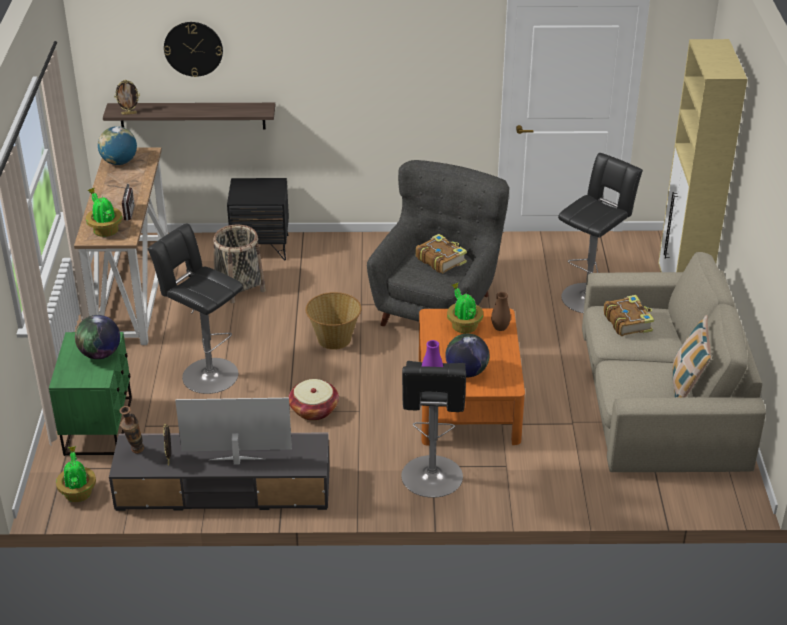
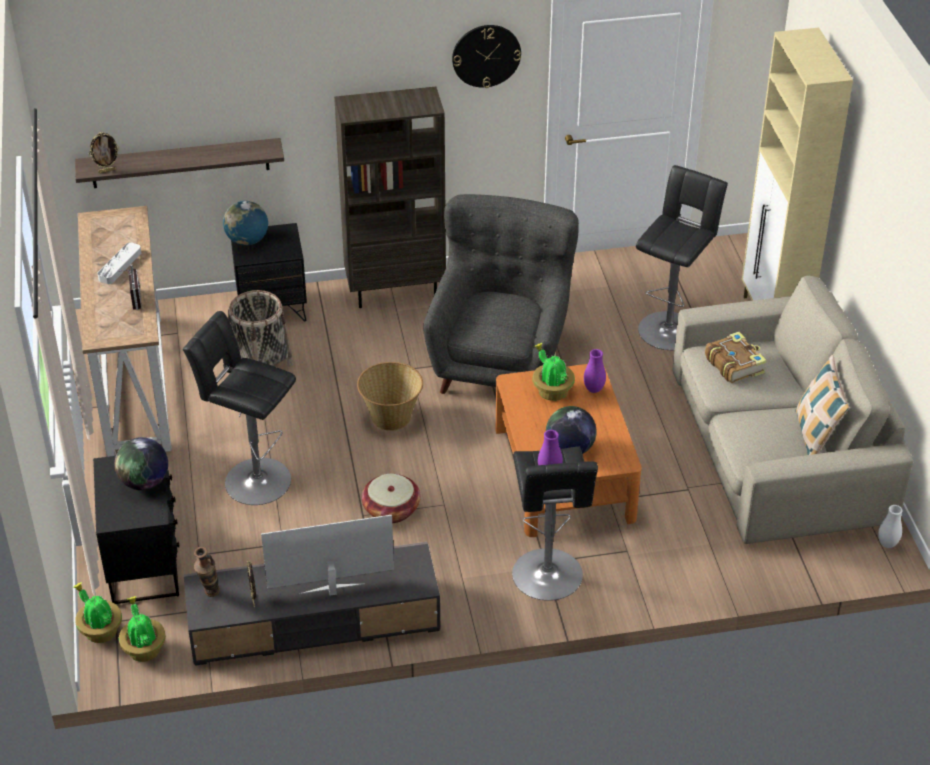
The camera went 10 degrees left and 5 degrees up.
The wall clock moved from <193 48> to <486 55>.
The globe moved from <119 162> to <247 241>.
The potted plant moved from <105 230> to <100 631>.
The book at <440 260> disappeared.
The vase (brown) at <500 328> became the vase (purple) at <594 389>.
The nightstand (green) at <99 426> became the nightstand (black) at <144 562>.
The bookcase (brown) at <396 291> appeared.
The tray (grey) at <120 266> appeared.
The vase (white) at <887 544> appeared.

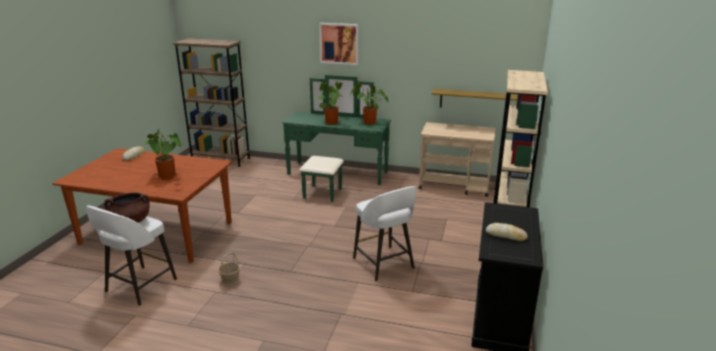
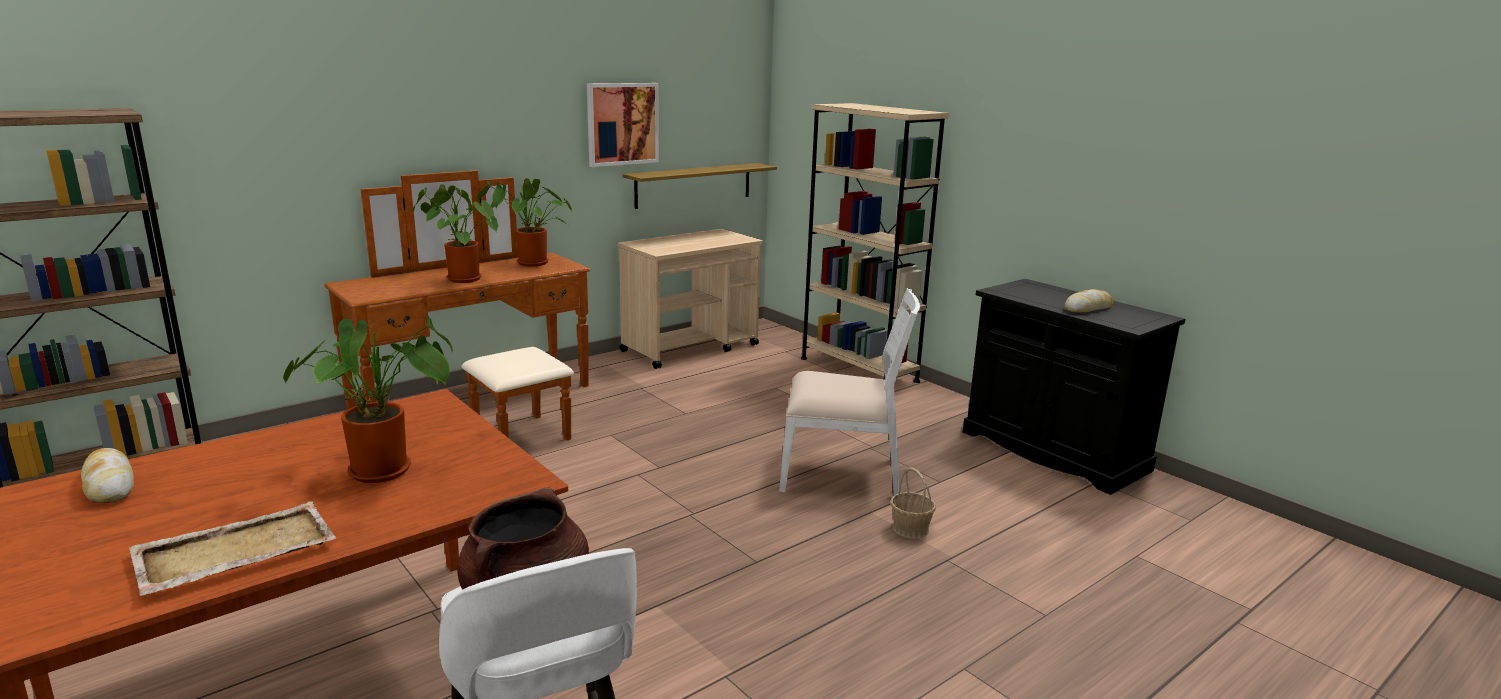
The camera went 55 degrees left and 5 degrees down.
The picture moved from <339 43> to <622 124>.
The dresser (green) at <334 177> became the dresser (brown) at <484 406>.
The stool (white) at <384 264> was replaced by the chair (white) at <841 473>.
The basket moved from <230 280> to <910 529>.
The tray (beige) at <233 552> appeared.

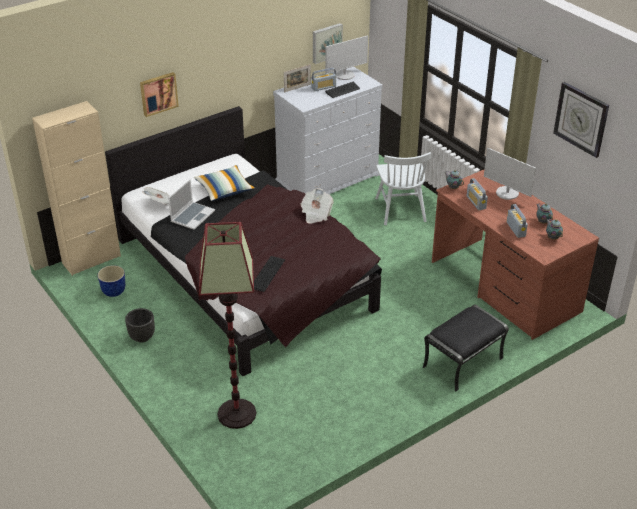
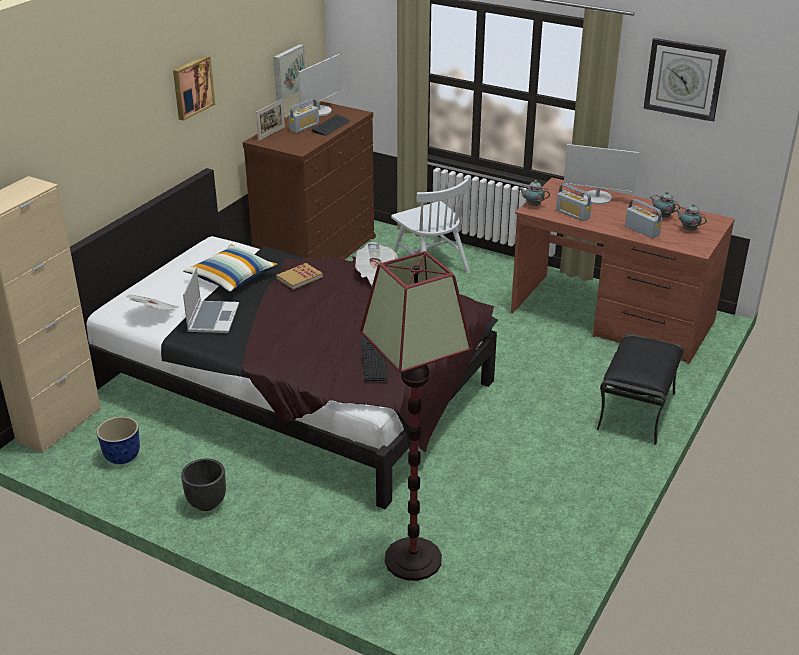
The camera went 25 degrees left and 5 degrees down.
The dresser (white) at <327 178> became the dresser (brown) at <315 254>.
The picture moved from <158 93> to <192 87>.
The book at <299 278> appeared.

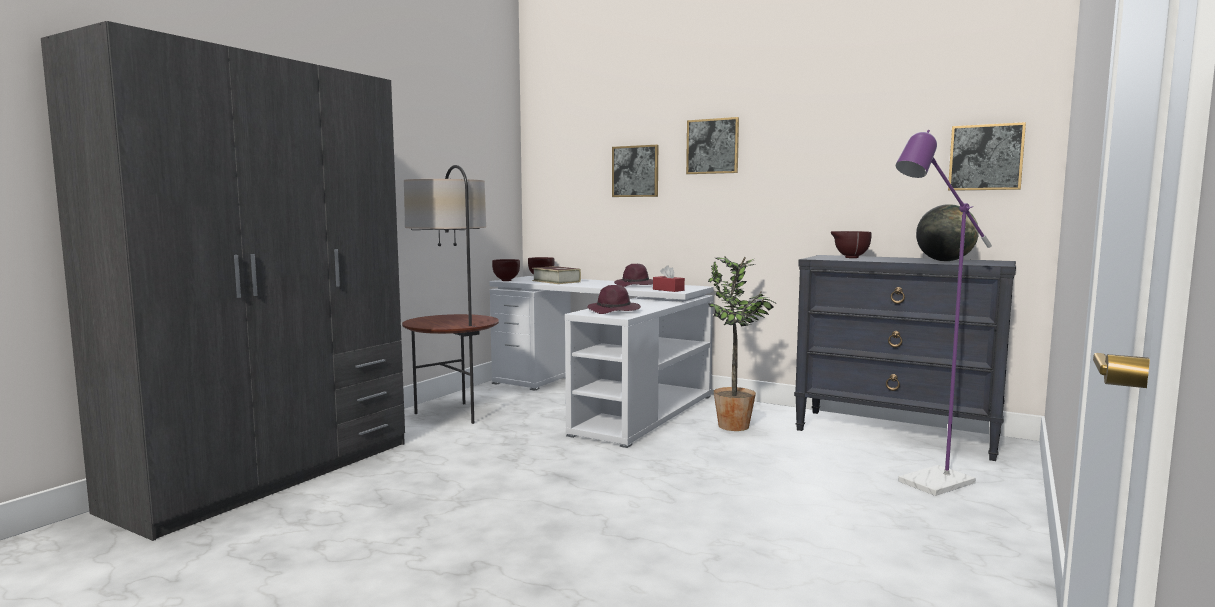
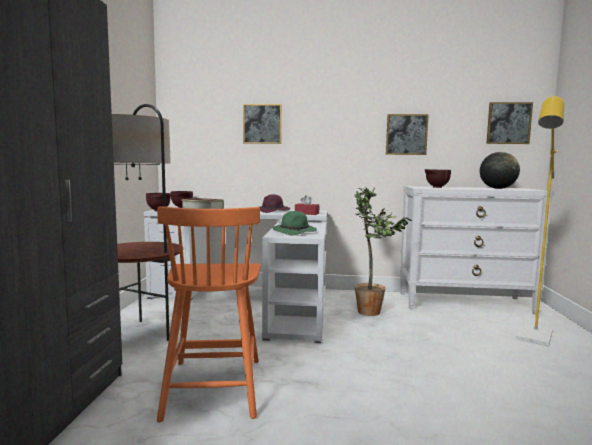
The camera went 25 degrees left and 0 degrees up.
The picture moved from <712 146> to <406 134>.
The floor lamp (purple) at <928 485> became the floor lamp (yellow) at <533 338>.
The dresser (black) at <896 434> became the dresser (white) at <465 303>.
The hat (purple) at <614 311> became the hat (green) at <295 232>.
The chair (orange) at <213 386> appeared.

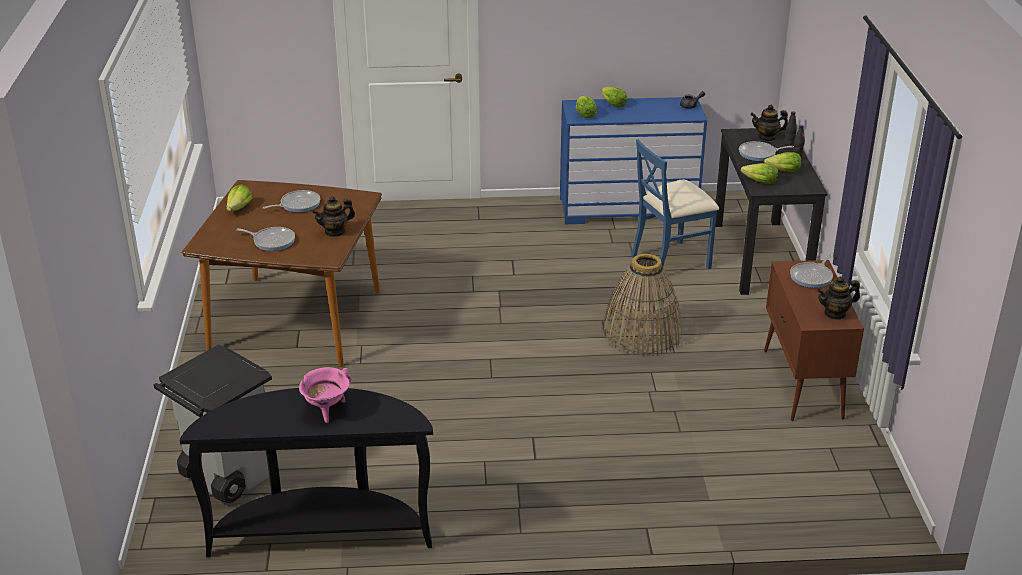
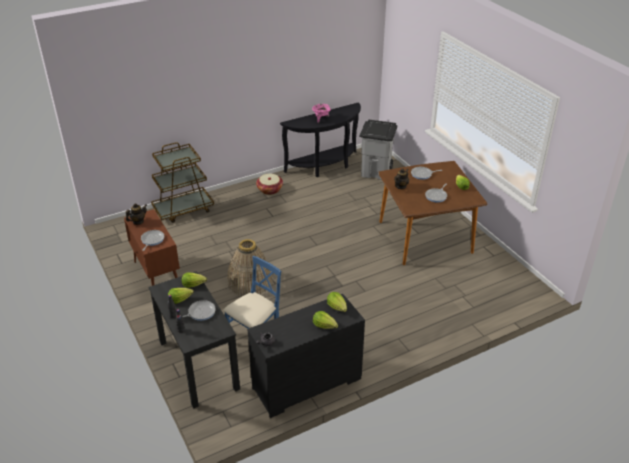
The camera went 155 degrees right and 5 degrees up.
The dresser (blue) at <628 208> became the dresser (black) at <307 384>.
The teapot at <767 137> disappeared.
The cart (brown) at <183 209> appeared.
The basket at <269 189> appeared.

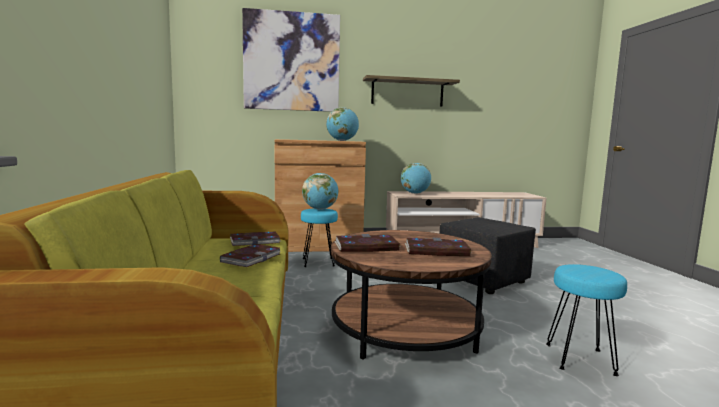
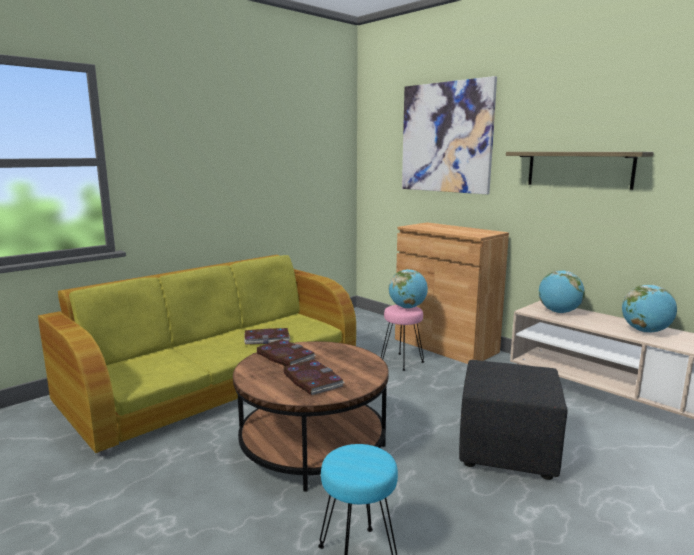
The camera went 55 degrees right and 5 degrees up.
The globe moved from <342 140> to <645 331>.
The stool (turquoise) at <318 262> became the stool (pink) at <402 362>.
The book at <255 241> disappeared.

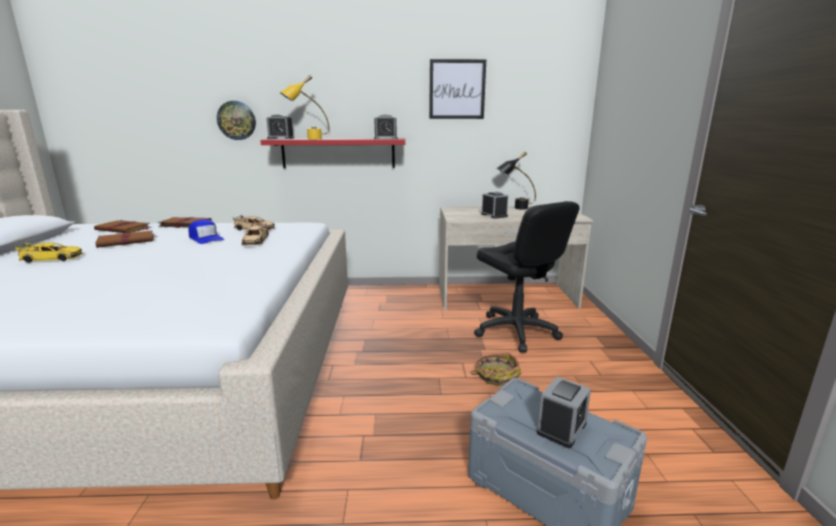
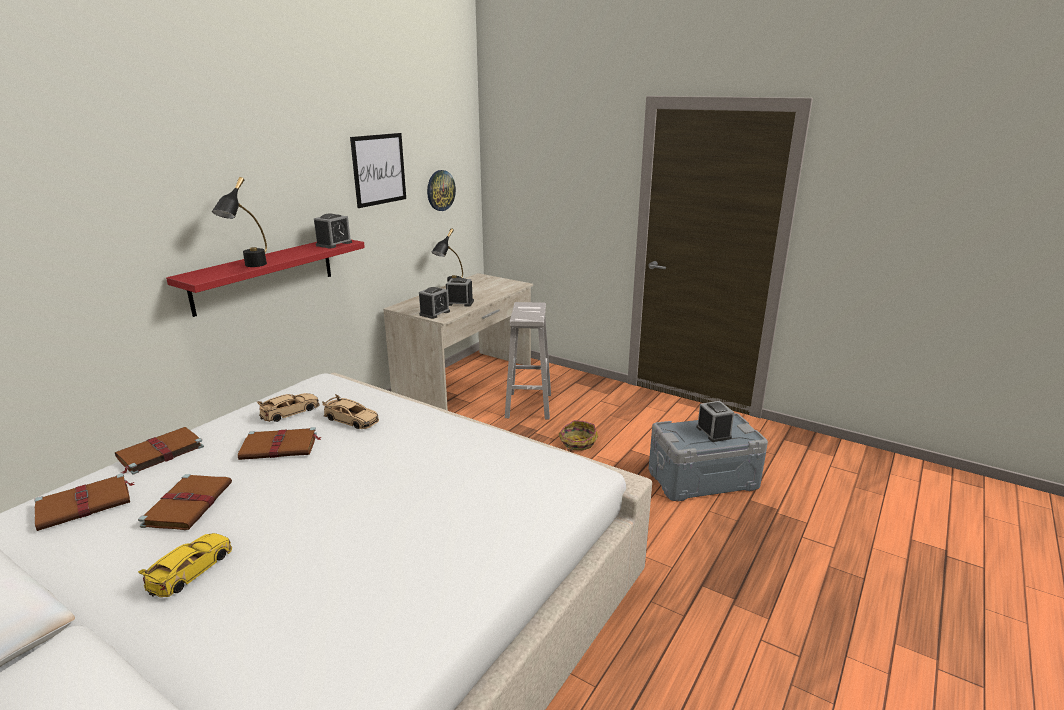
The camera went 55 degrees left and 5 degrees up.
The table lamp (yellow) at <307 139> became the table lamp (black) at <250 267>.
The wall clock moved from <236 120> to <440 190>.
The alarm clock moved from <281 138> to <434 313>.
The office chair (black) at <516 331> was replaced by the stool (white) at <528 406>.
The cap (blue) at <206 238> was replaced by the book (brown) at <280 446>.

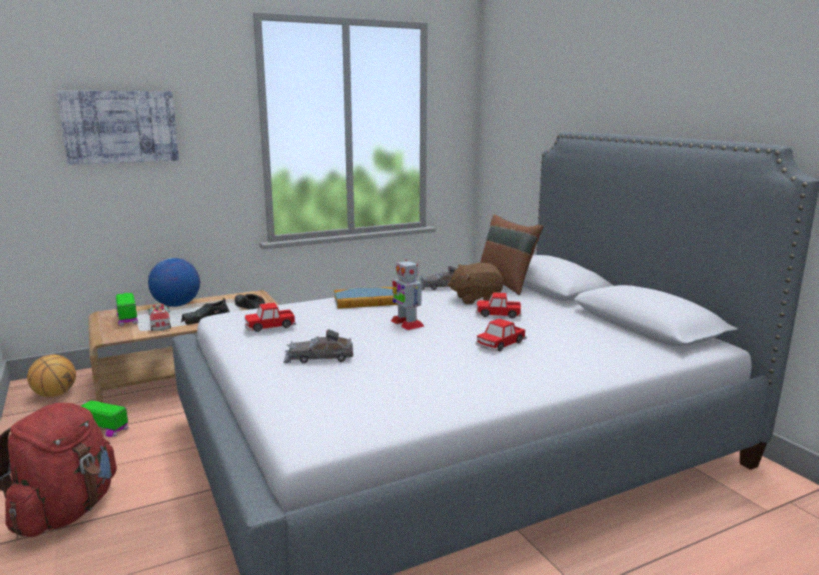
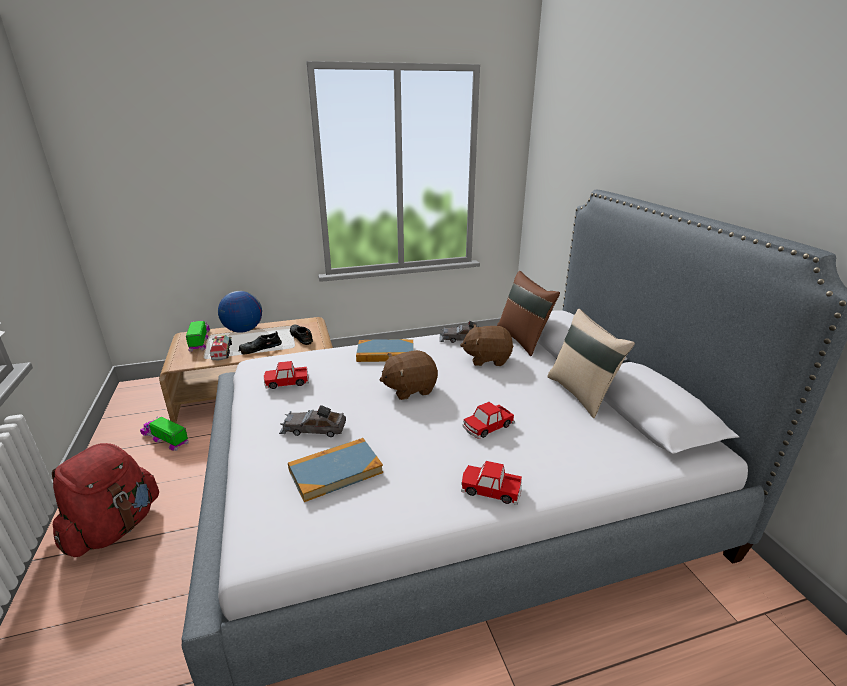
The camera went 10 degrees right and 10 degrees up.
The picture at <120 127> disappeared.
The toy robot at <406 323> was replaced by the plush toy (brown) at <409 389>.
The toy car moved from <498 314> to <490 490>.
The basketball at <55 395> disappeared.
The pillow (beige) at <581 394> appeared.
The book at <335 471> appeared.

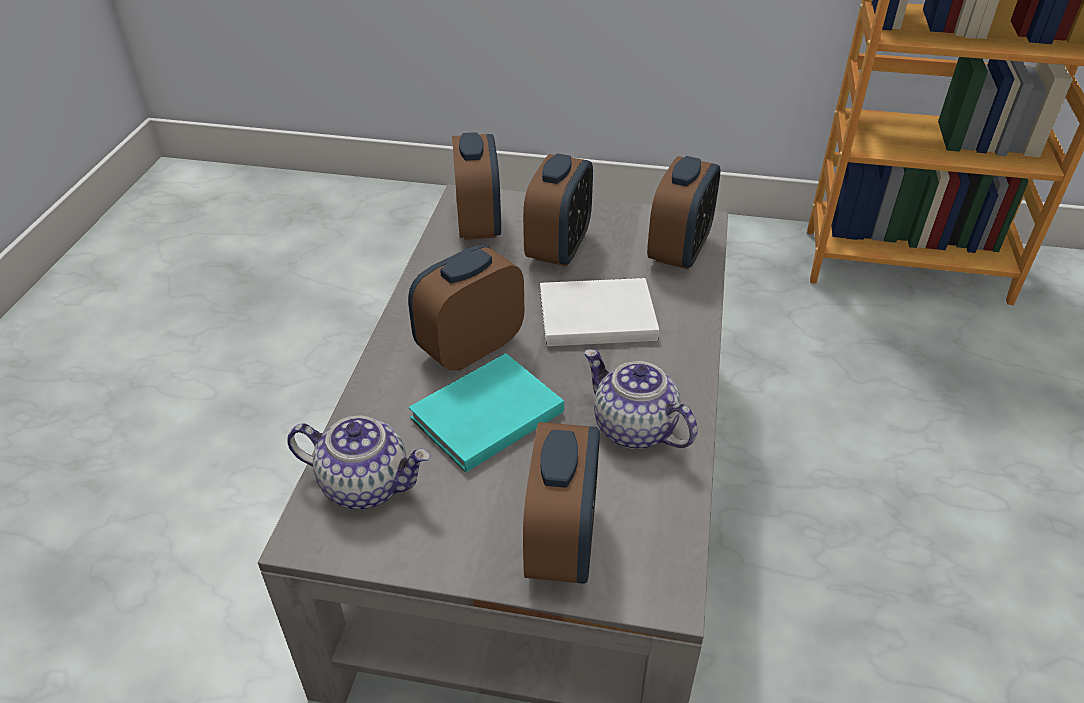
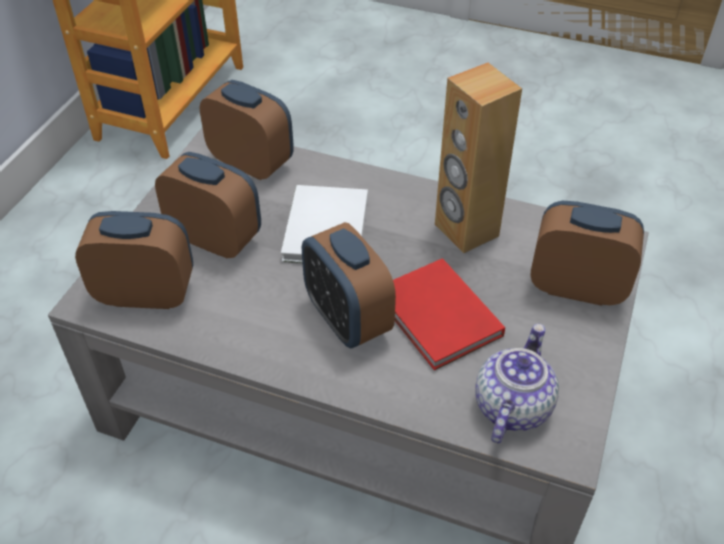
The camera went 80 degrees left and 5 degrees up.
The teapot at <633 428> was replaced by the speaker (brown) at <465 230>.
The book (turquoise) at <483 415> became the book (red) at <438 319>.

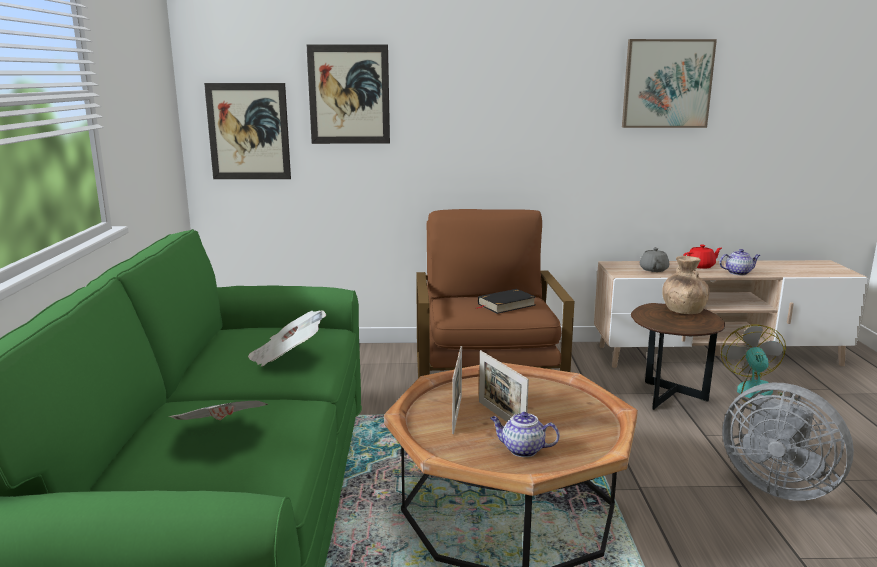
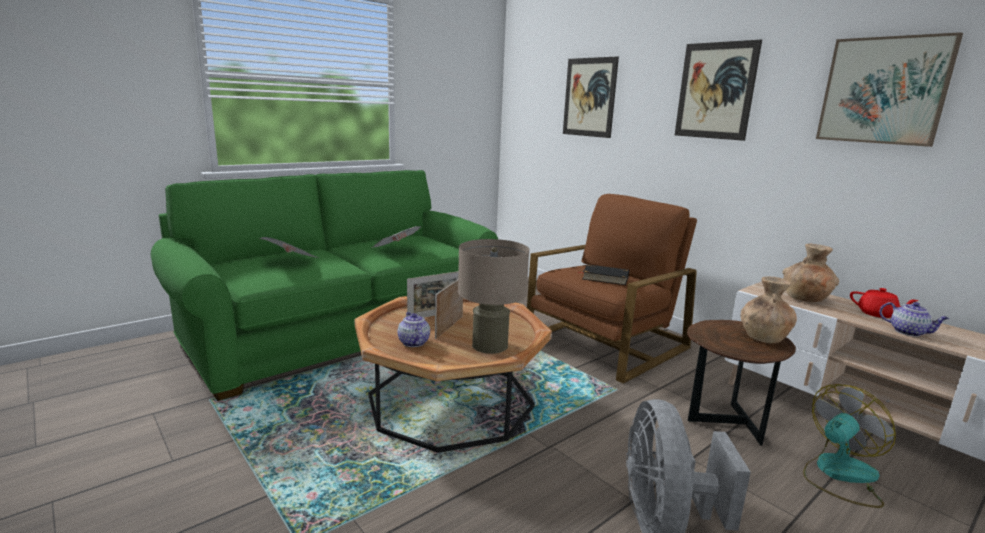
The camera went 50 degrees right and 0 degrees up.
The picture moved from <248 131> to <715 91>.
The teapot (grey) at <654 269> was replaced by the vase (brown) at <805 299>.
The table lamp (beige) at <489 345> appeared.

